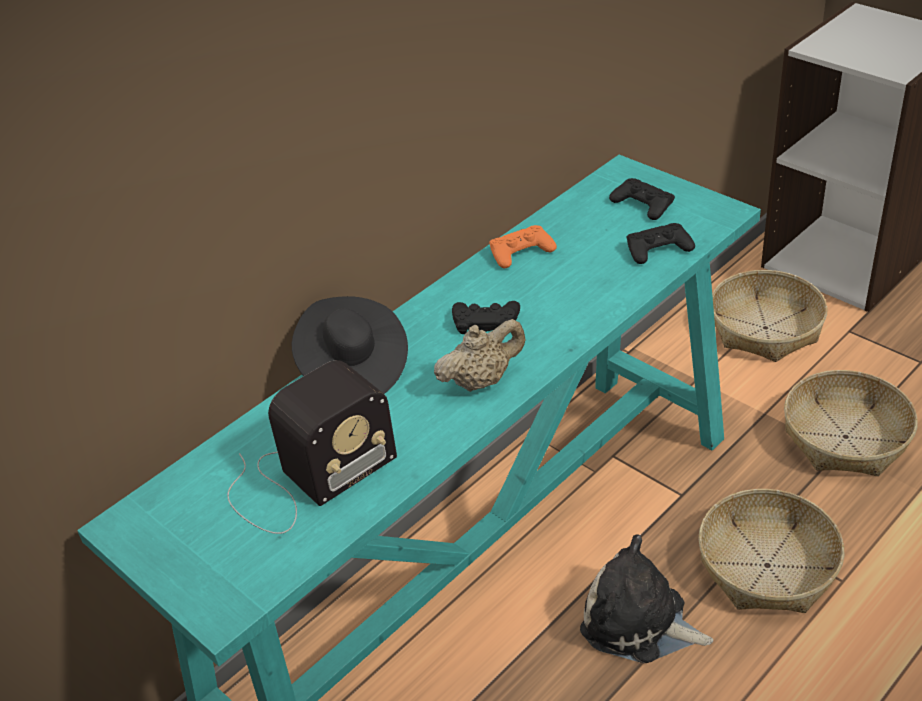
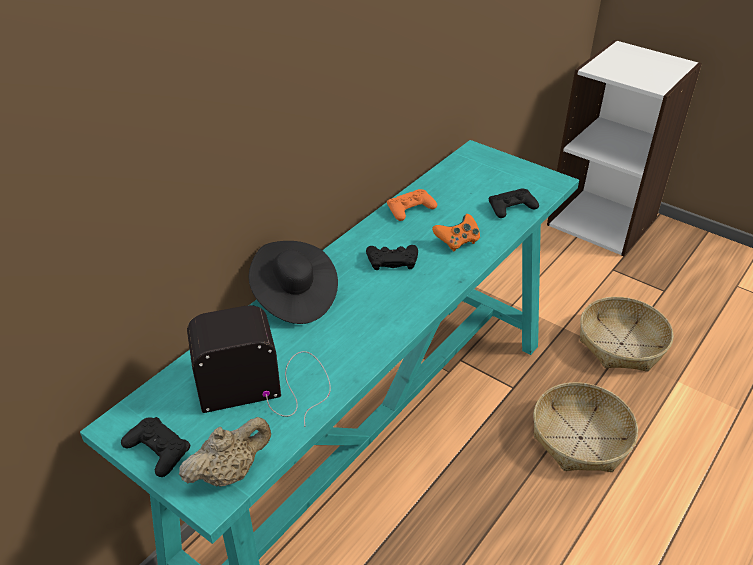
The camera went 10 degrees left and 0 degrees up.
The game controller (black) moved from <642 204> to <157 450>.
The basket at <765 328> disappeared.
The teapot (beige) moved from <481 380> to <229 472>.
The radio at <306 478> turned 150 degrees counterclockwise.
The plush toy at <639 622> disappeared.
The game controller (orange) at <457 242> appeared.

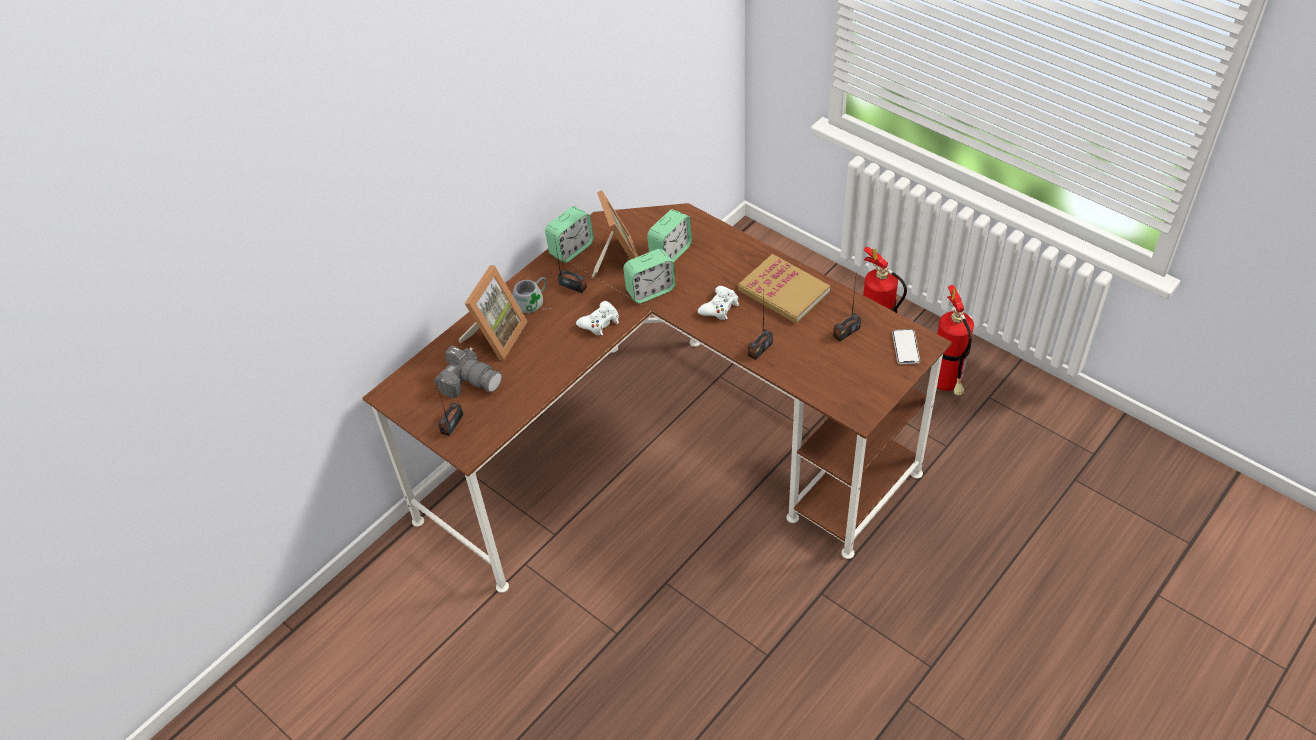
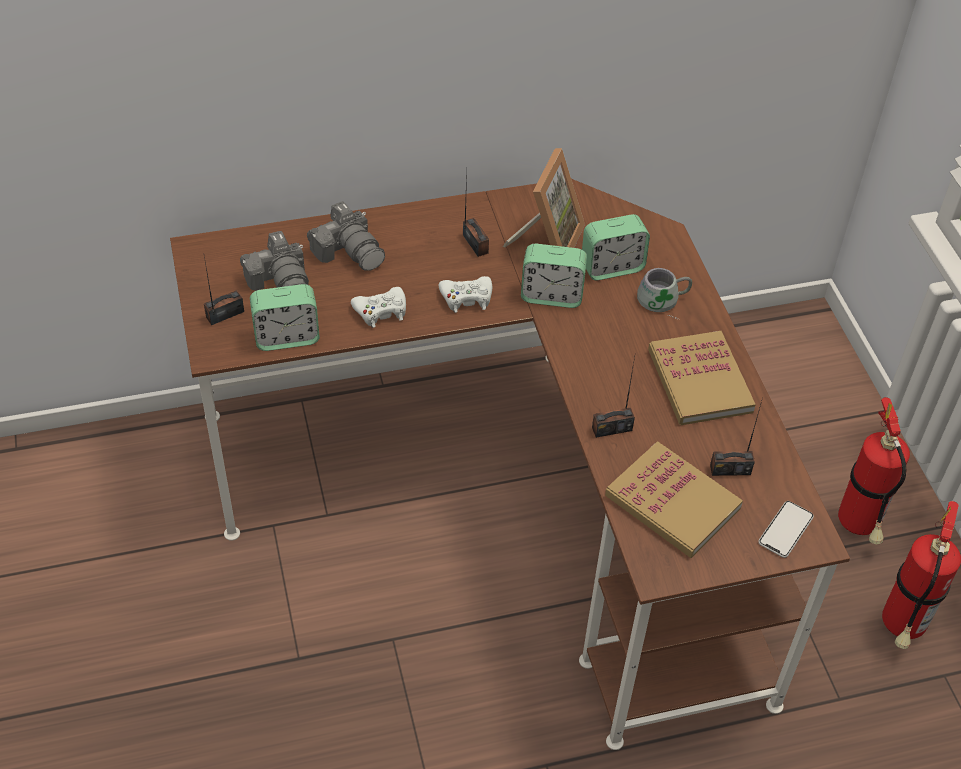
The camera went 30 degrees right and 0 degrees up.
The alarm clock moved from <571 249> to <287 337>.
The picture frame at <495 336> was replaced by the photo camera at <349 251>.
The mug (grey) moved from <534 302> to <663 302>.
The game controller (white) moved from <719 307> to <381 311>.
The book at <672 502> appeared.

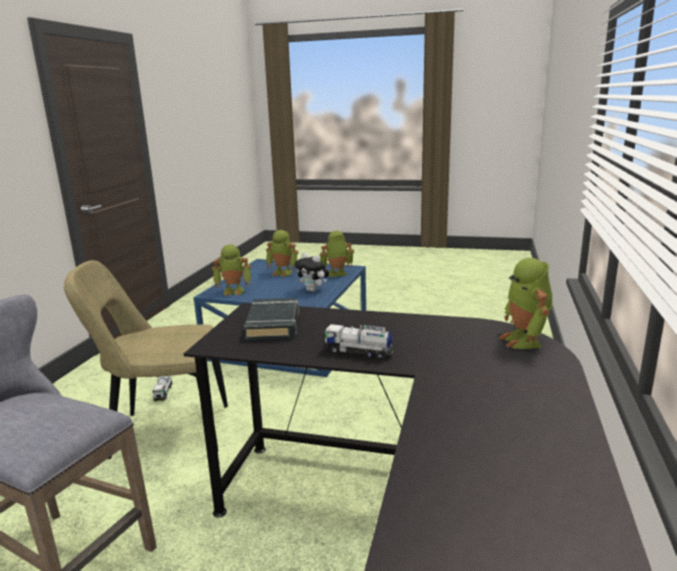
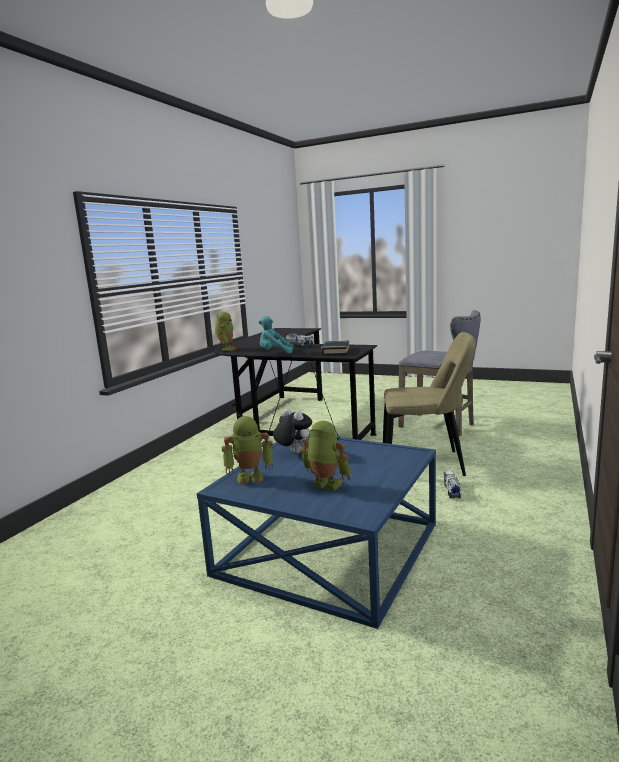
The camera went 170 degrees left and 5 degrees down.
The toy robot at <234 291> disappeared.
The plush toy (turquoise) at <275 353> appeared.

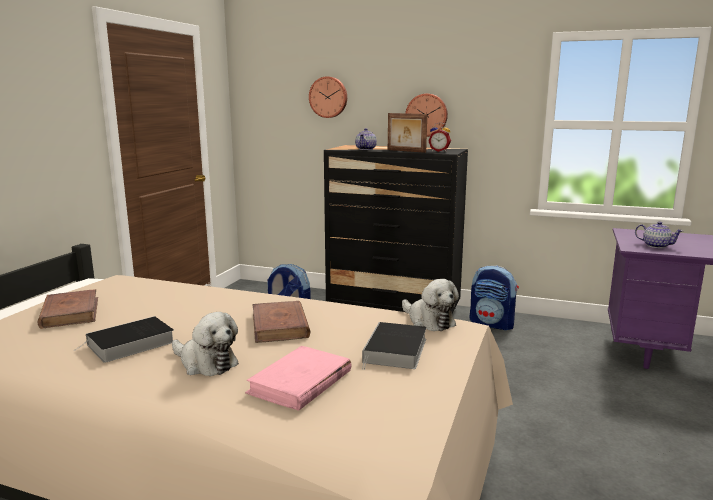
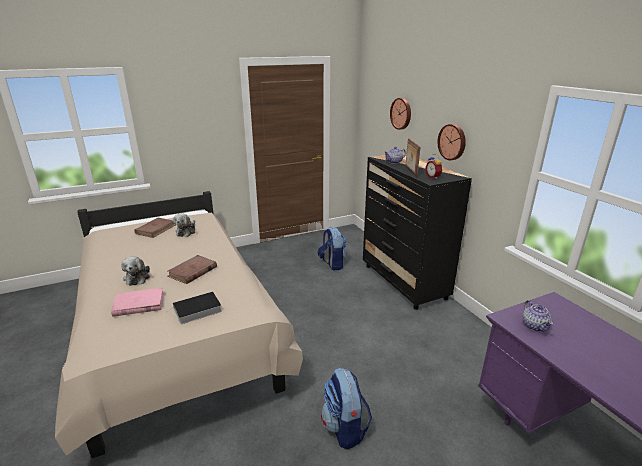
The camera went 45 degrees right and 10 degrees up.
The backpack moved from <492 324> to <345 428>.
The plush toy moved from <428 321> to <186 231>.
The book at <129 344> disappeared.

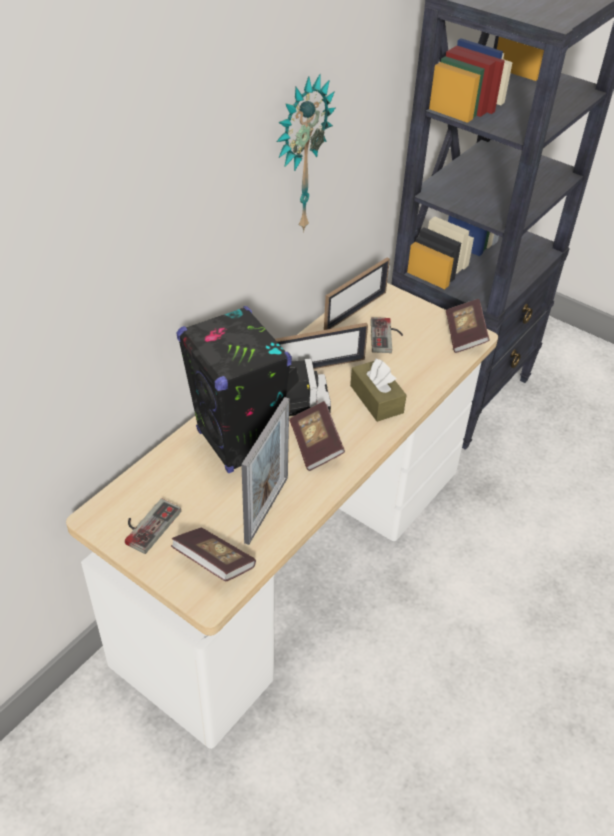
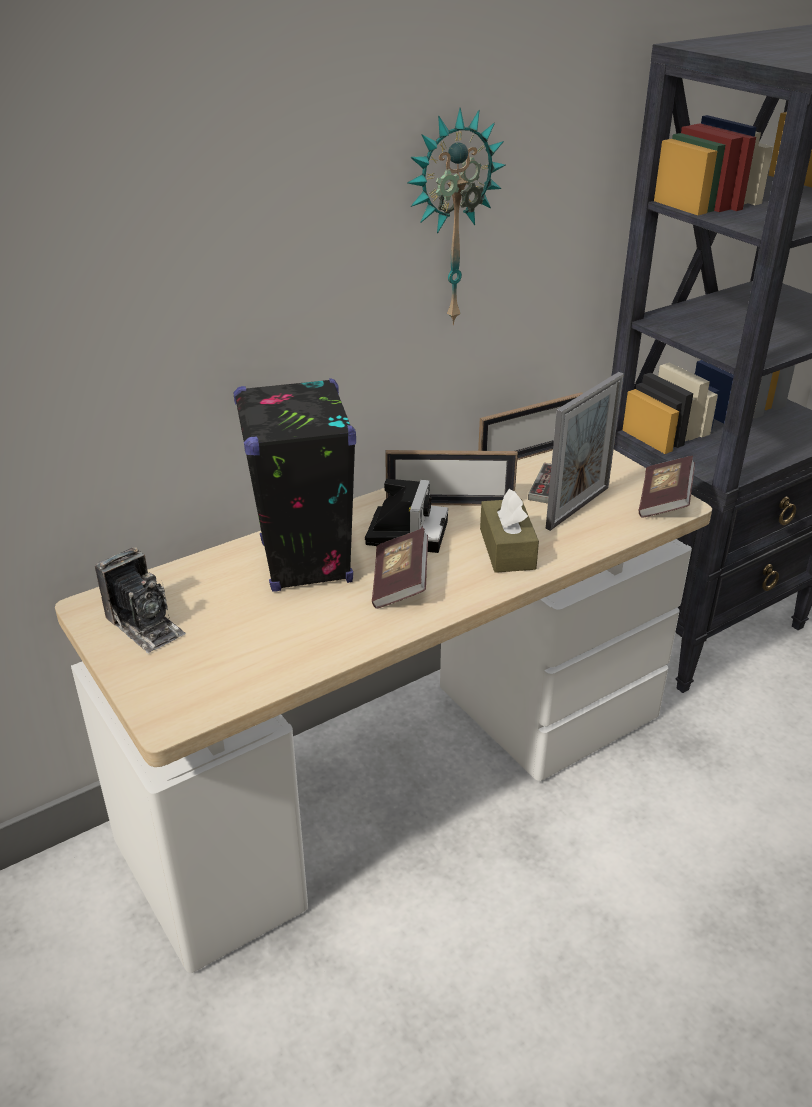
The camera went 20 degrees right and 10 degrees down.
The picture frame moved from <266 509> to <578 507>.
The game controller at <147 524> was replaced by the photo camera at <145 625>.
The book at <214 563> disappeared.

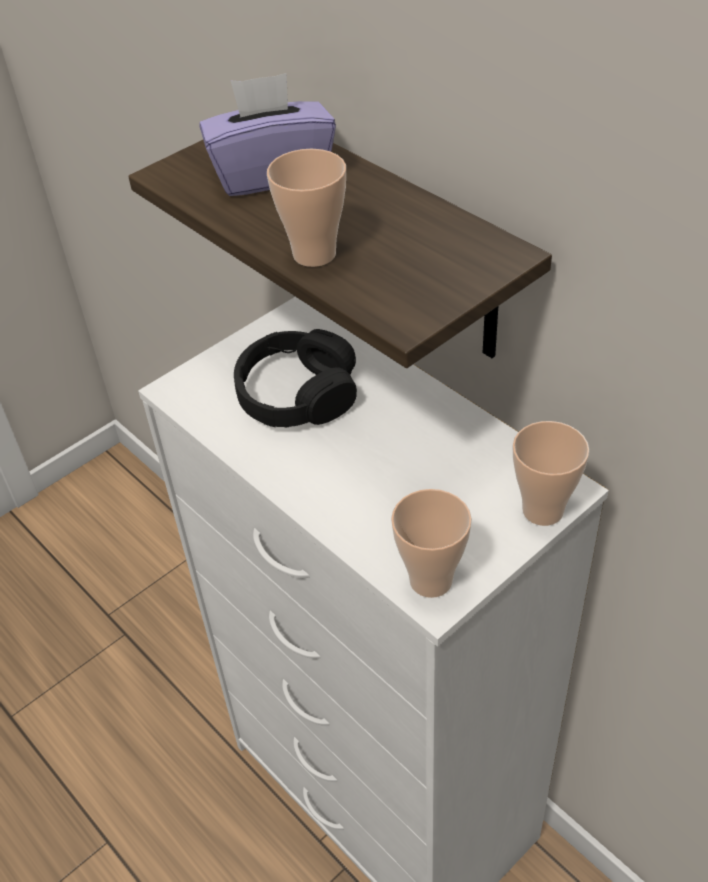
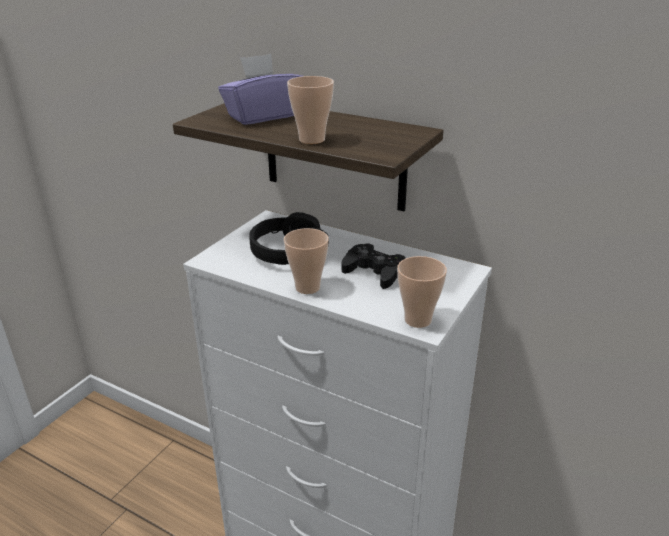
The camera went 20 degrees left and 15 degrees down.
The cup moved from <543 510> to <307 287>.
The game controller (black) at <374 272> appeared.

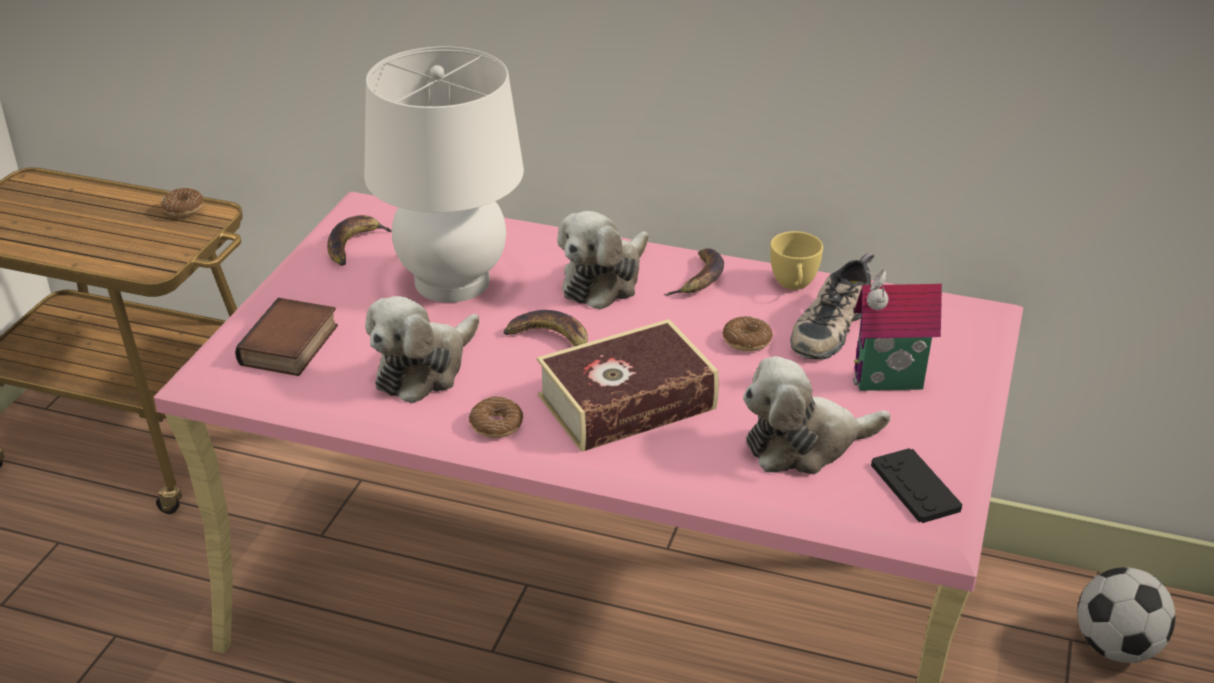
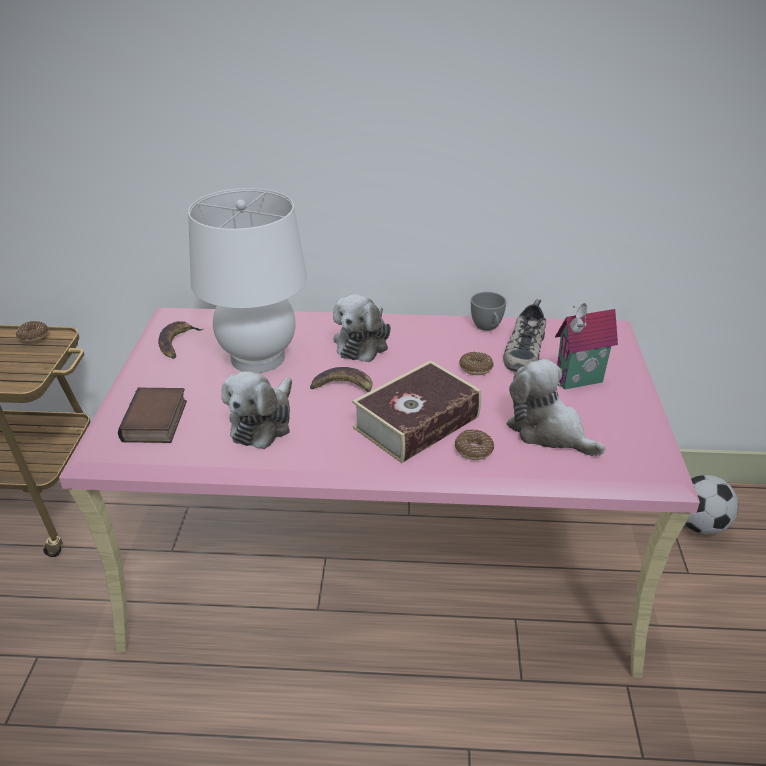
The camera went 15 degrees left and 0 degrees up.
The cup (yellow) at <794 285> became the cup (grey) at <487 328>.
The banana at <699 279> disappeared.
The plush toy at <805 444> turned 75 degrees clockwise.
The donut moved from <496 425> to <473 450>.
The game controller (black) at <915 487> disappeared.

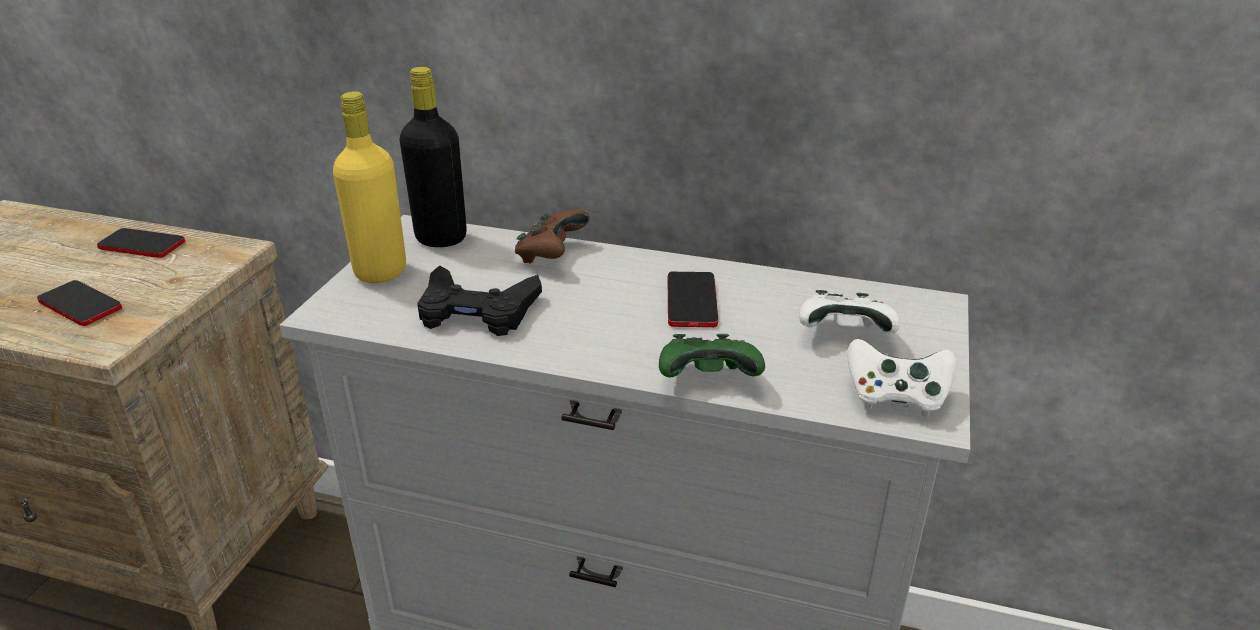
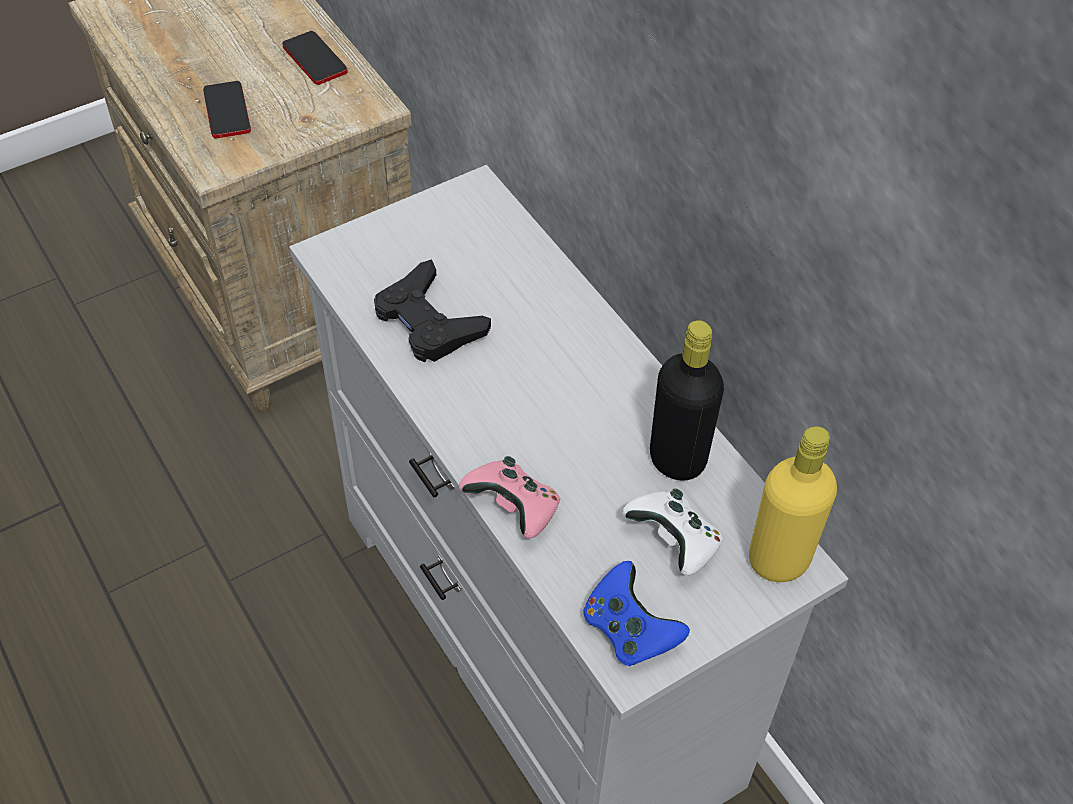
The camera went 40 degrees right and 20 degrees up.
The bottle (black) moved from <441 238> to <677 459>.
The bottle (yellow) moved from <380 271> to <778 559>.
The game controller (brown) at <551 255> disappeared.
The phone at <691 301> disappeared.
The game controller (green) at <708 379> became the game controller (pink) at <514 509>.
The game controller (white) at <895 398> became the game controller (blue) at <629 630>.

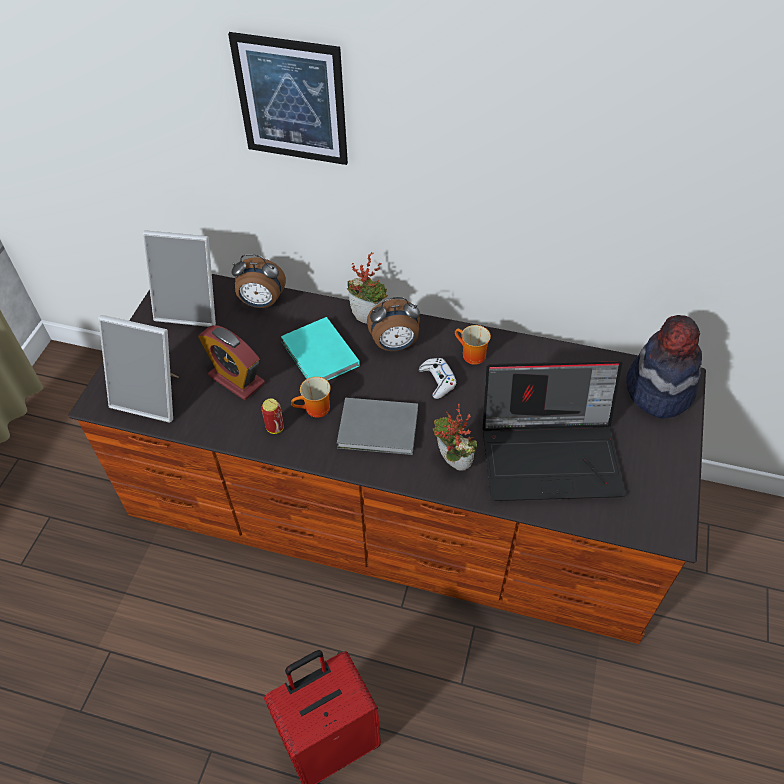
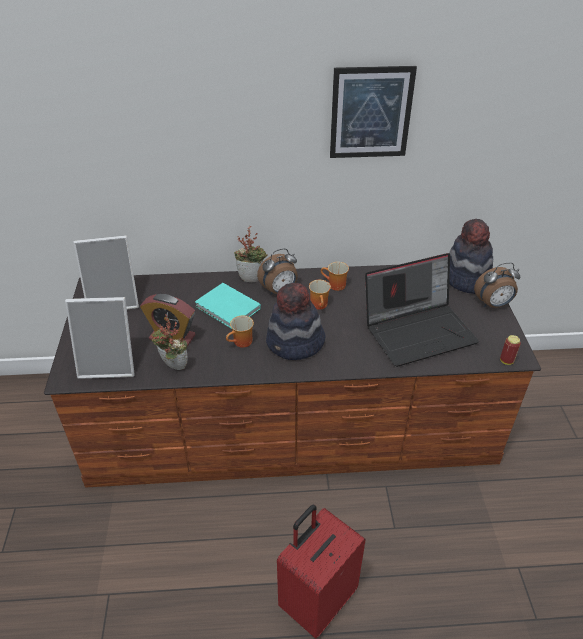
The camera went 20 degrees left and 10 degrees down.
The picture moved from <291 100> to <371 113>.
The alarm clock moved from <261 303> to <493 304>.
The game controller (white) at <438 381> was replaced by the mug at <320 305>.
The can moved from <275 428> to <506 361>.
The book (grey) at <380 429> was replaced by the hat at <295 343>.
The potted plant moved from <451 464> to <172 367>.

